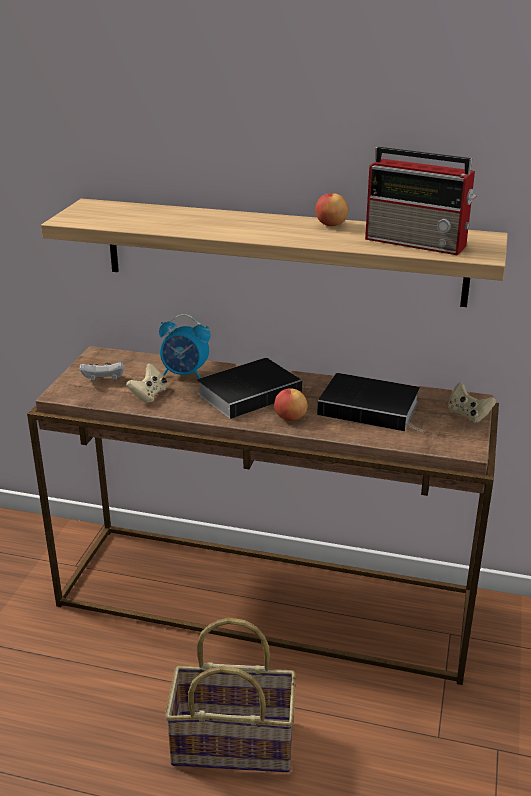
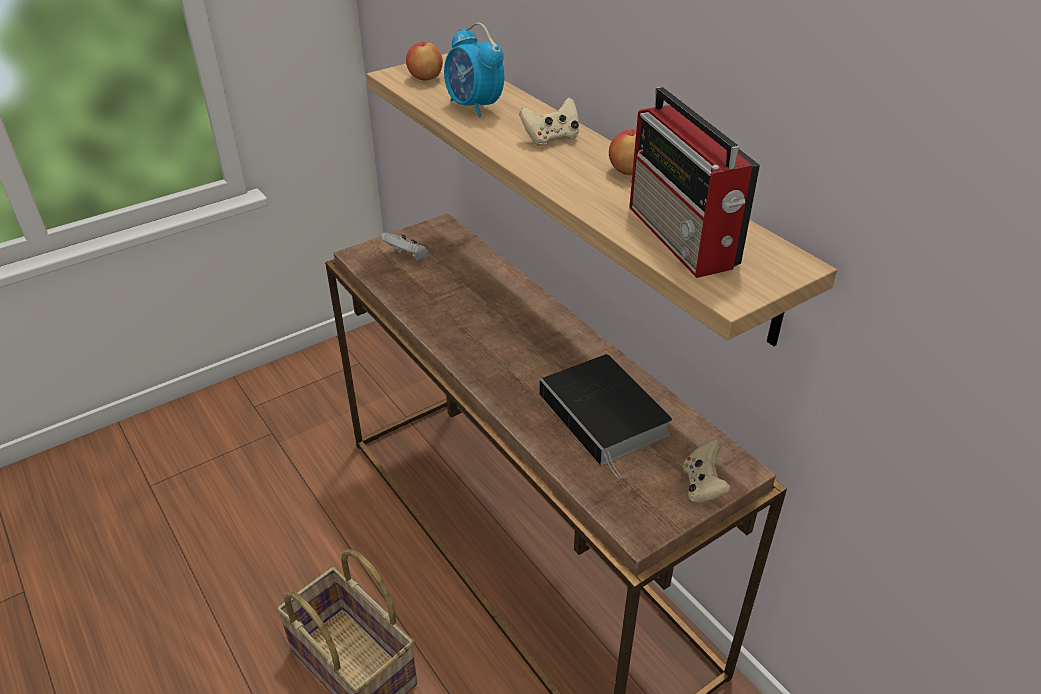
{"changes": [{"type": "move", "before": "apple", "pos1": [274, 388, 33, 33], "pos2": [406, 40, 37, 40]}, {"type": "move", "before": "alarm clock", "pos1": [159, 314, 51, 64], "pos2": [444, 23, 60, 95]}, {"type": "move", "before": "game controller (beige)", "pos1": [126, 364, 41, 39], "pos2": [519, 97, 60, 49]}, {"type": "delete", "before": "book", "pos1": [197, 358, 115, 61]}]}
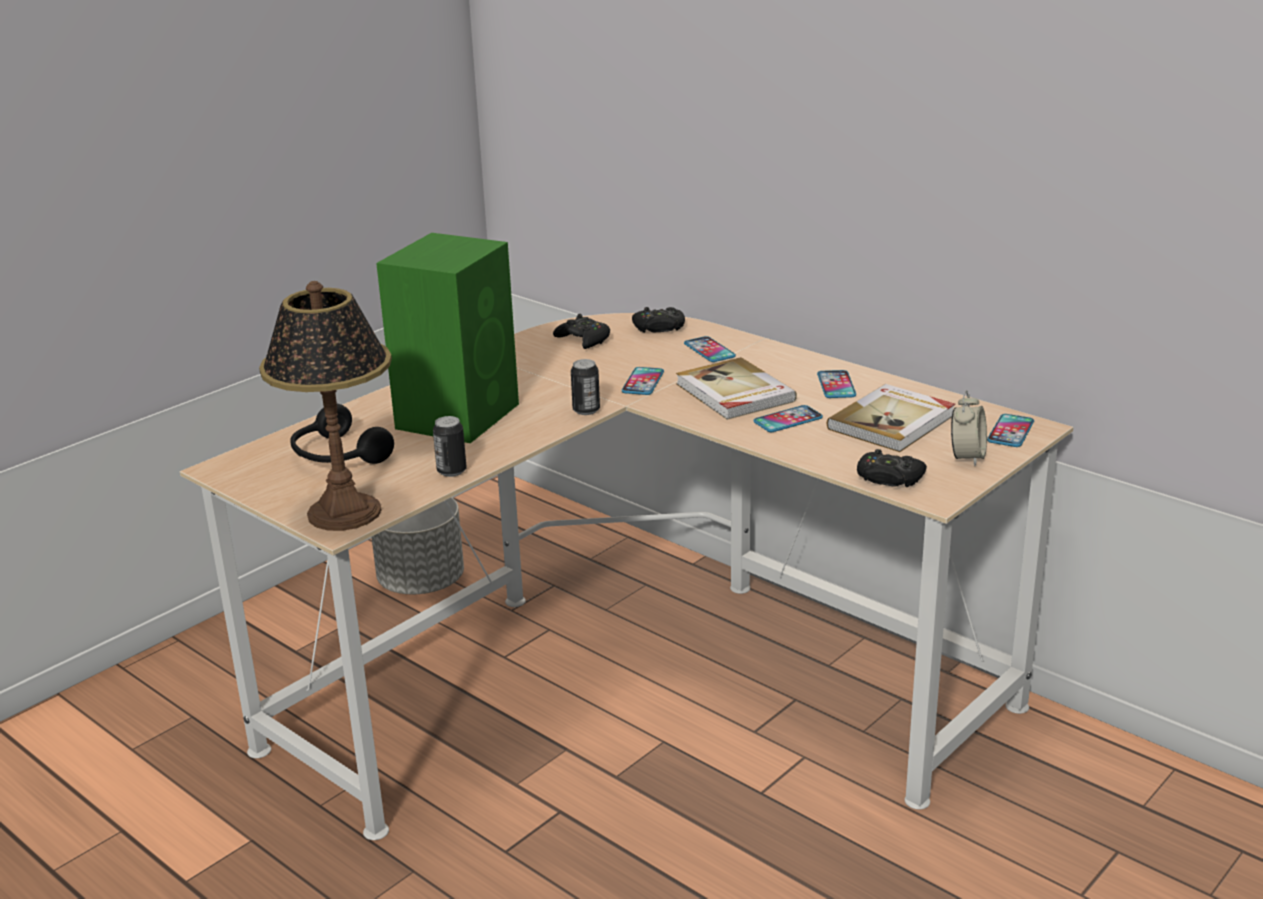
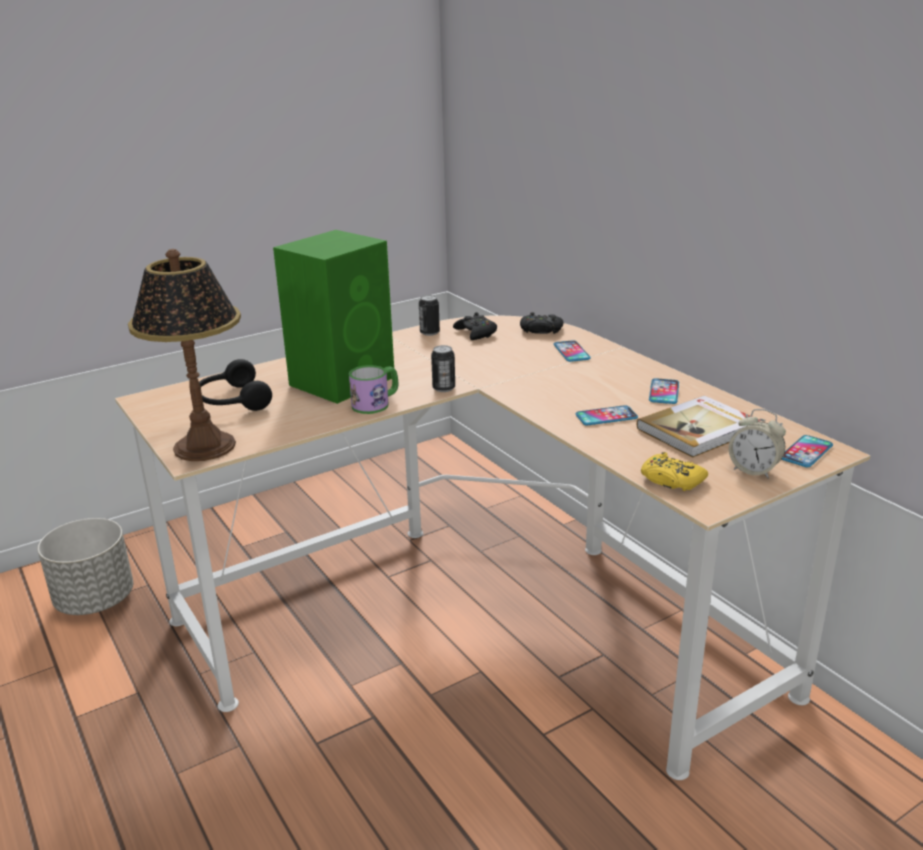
{"changes": [{"type": "move", "before": "planter (grey)", "pos1": [371, 497, 93, 97], "pos2": [38, 518, 95, 97]}, {"type": "insert", "after": "mug", "pos2": [349, 365, 49, 49]}, {"type": "move", "before": "can", "pos1": [433, 416, 34, 61], "pos2": [419, 295, 21, 41]}, {"type": "recolor", "before": "game controller (black)", "after": "game controller (yellow)", "pos1": [857, 449, 70, 38], "pos2": [641, 452, 67, 39]}, {"type": "rotate", "before": "alarm clock", "pos1": [951, 390, 36, 76], "pos2": [729, 409, 57, 70], "turn": 90}, {"type": "delete", "before": "phone", "pos1": [622, 367, 42, 28]}, {"type": "delete", "before": "book", "pos1": [676, 357, 121, 63]}]}
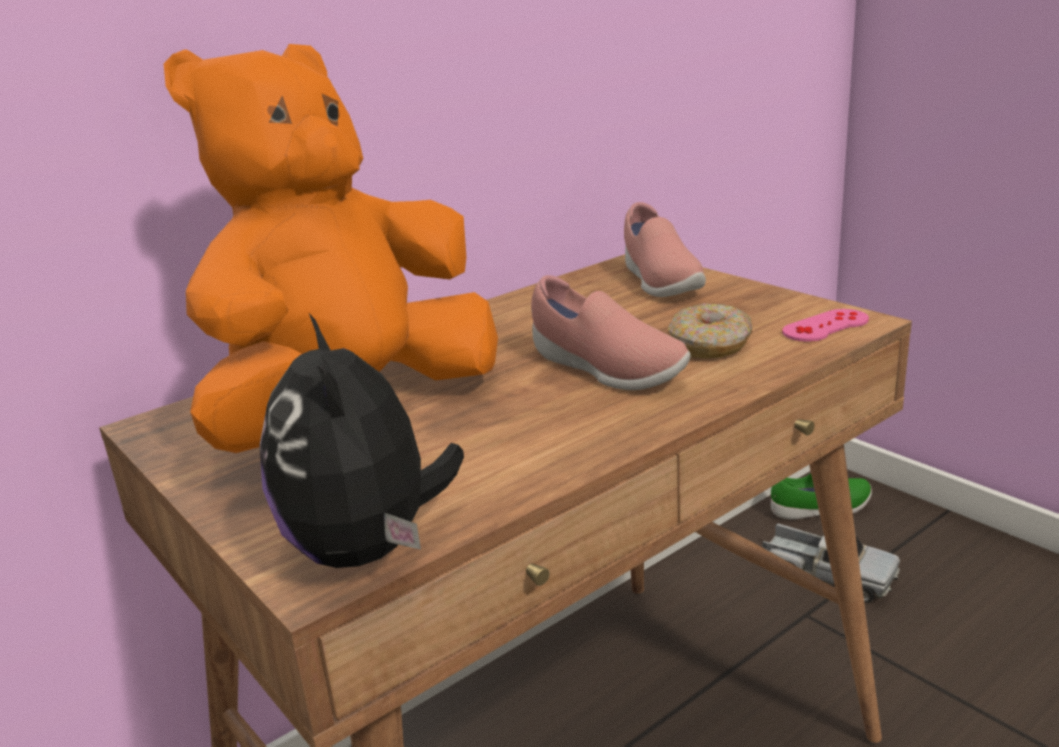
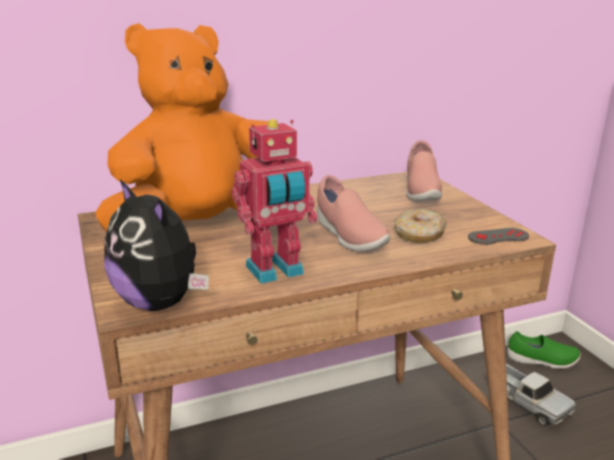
{"changes": [{"type": "rotate", "before": "plush toy", "pos1": [260, 314, 204, 254], "pos2": [104, 179, 105, 132], "turn": -45}, {"type": "insert", "after": "toy robot", "pos2": [232, 119, 85, 165]}, {"type": "recolor", "before": "game controller (pink)", "after": "game controller (grey)", "pos1": [782, 309, 87, 33], "pos2": [468, 228, 61, 17]}]}
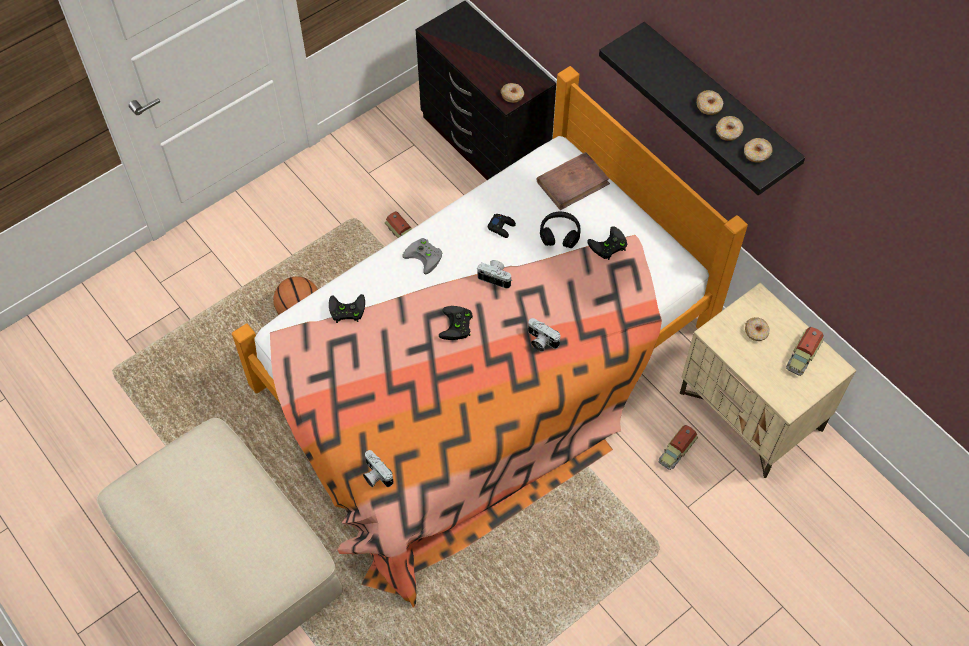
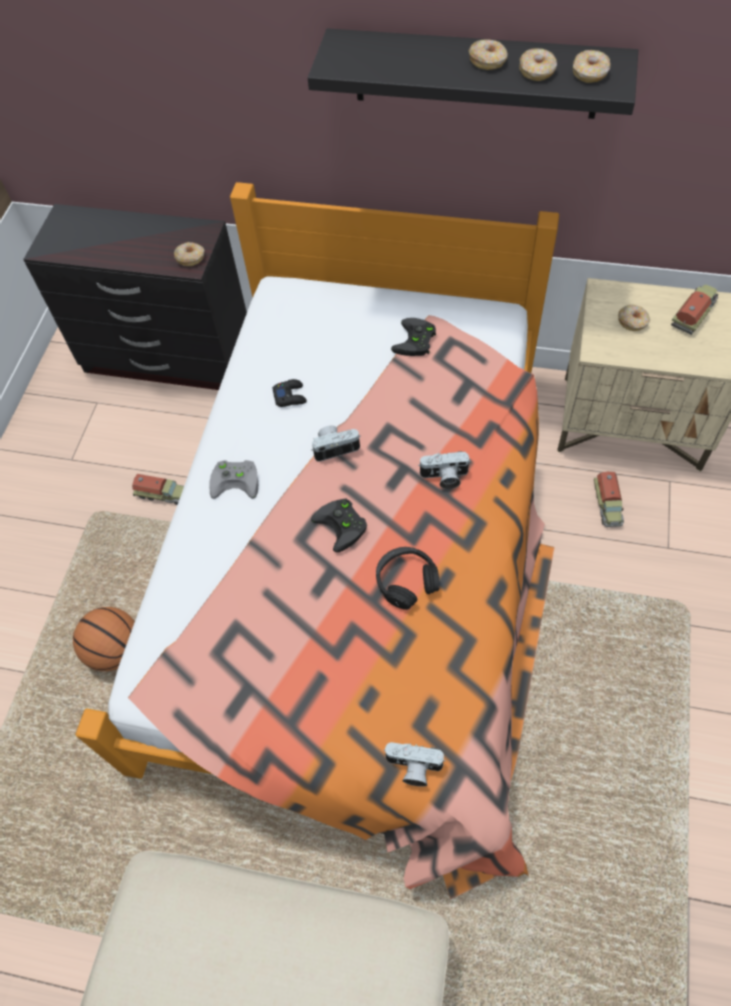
{"changes": [{"type": "move", "before": "headphones (black)", "pos1": [540, 212, 41, 36], "pos2": [376, 547, 64, 63]}, {"type": "rotate", "before": "toy truck", "pos1": [786, 327, 38, 49], "pos2": [671, 285, 48, 50], "turn": -135}, {"type": "delete", "before": "game controller (black)", "pos1": [329, 294, 36, 29]}, {"type": "delete", "before": "book (brown)", "pos1": [537, 152, 73, 58]}]}
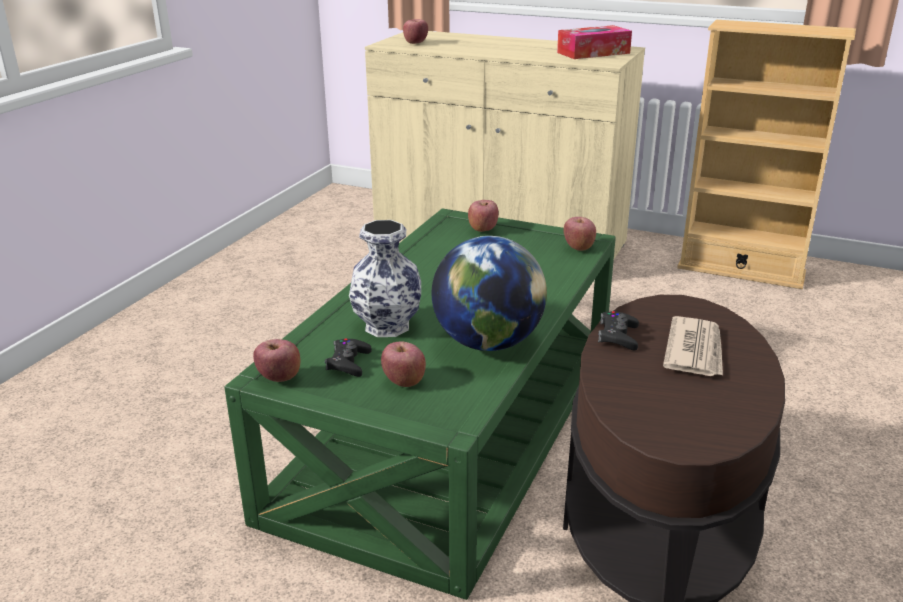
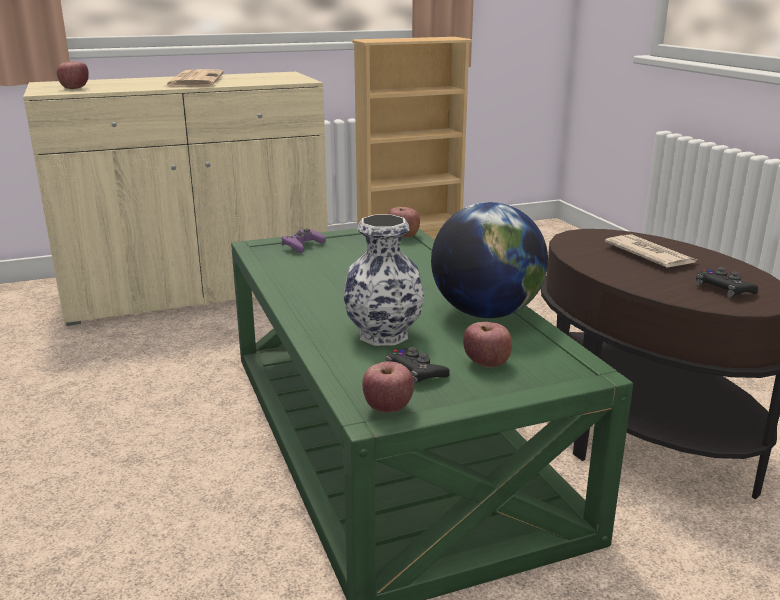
{"changes": [{"type": "insert", "after": "newspaper", "pos2": [164, 69, 60, 18]}, {"type": "replace", "before": "apple", "after": "game controller (purple)", "pos1": [468, 200, 31, 32], "pos2": [281, 229, 45, 24]}, {"type": "move", "before": "game controller (black)", "pos1": [598, 311, 41, 39], "pos2": [696, 267, 62, 31]}, {"type": "delete", "before": "tissue box", "pos1": [557, 25, 75, 34]}]}
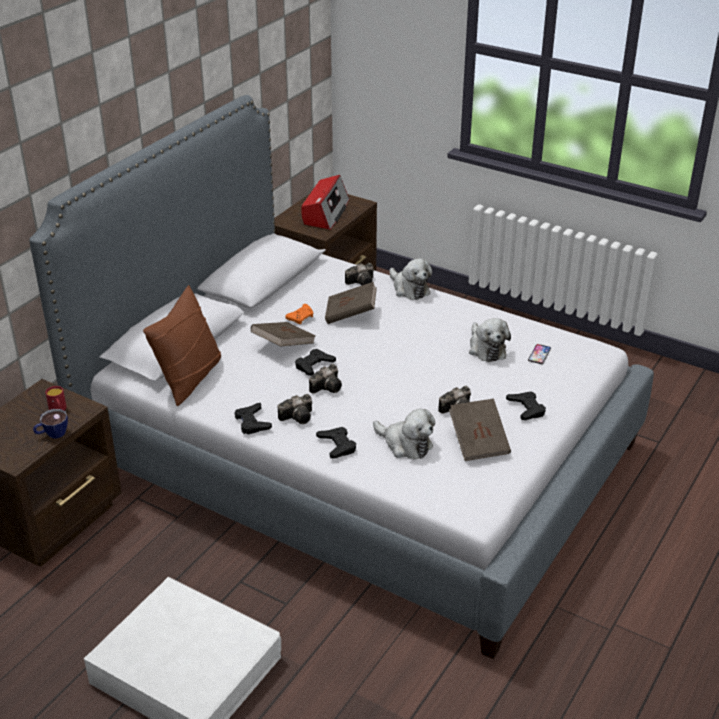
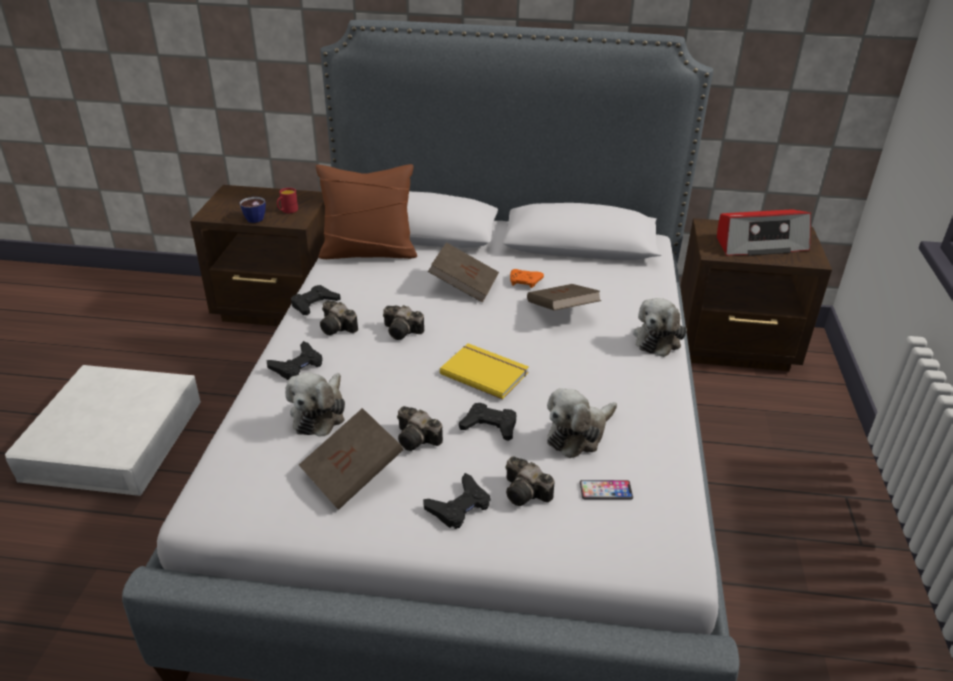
{"changes": [{"type": "insert", "after": "book (yellow)", "pos2": [440, 343, 89, 57]}, {"type": "move", "before": "game controller (black)", "pos1": [295, 349, 41, 27], "pos2": [459, 403, 57, 38]}, {"type": "move", "before": "photo camera", "pos1": [345, 263, 29, 22], "pos2": [505, 456, 50, 50]}]}
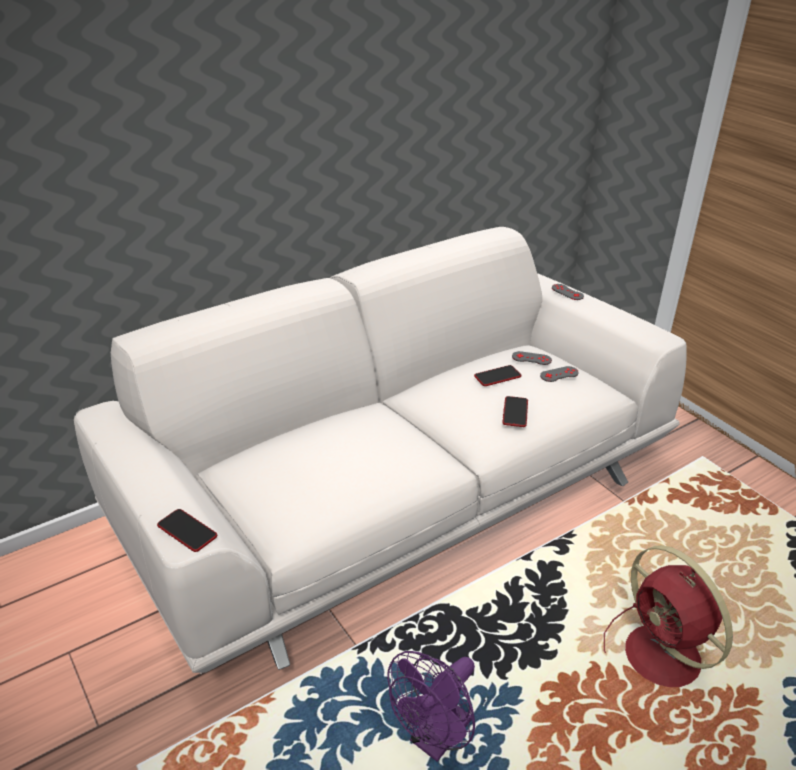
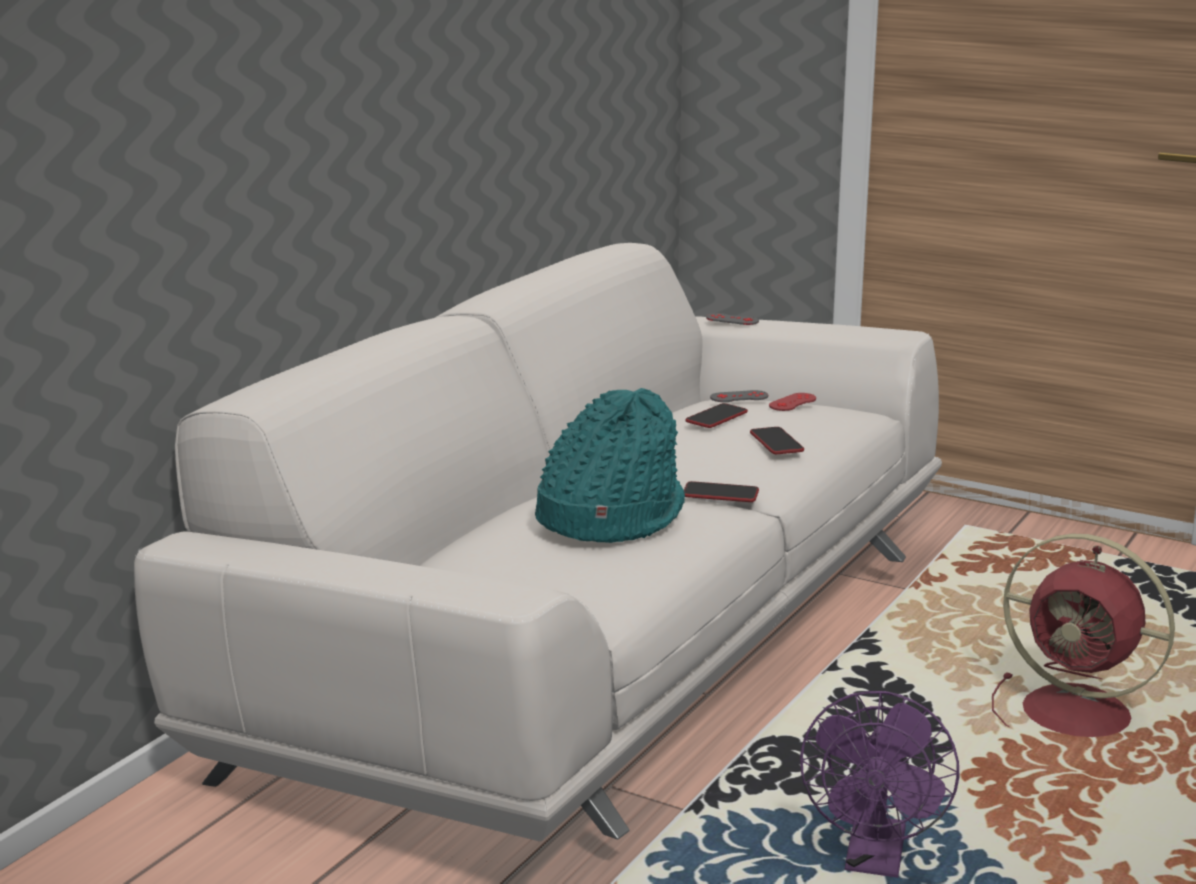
{"changes": [{"type": "insert", "after": "hat (turquoise)", "pos2": [535, 388, 150, 155]}, {"type": "move", "before": "phone", "pos1": [157, 509, 60, 43], "pos2": [684, 481, 75, 21]}, {"type": "recolor", "before": "game controller (grey)", "after": "game controller (red)", "pos1": [540, 366, 39, 16], "pos2": [769, 393, 47, 18]}]}
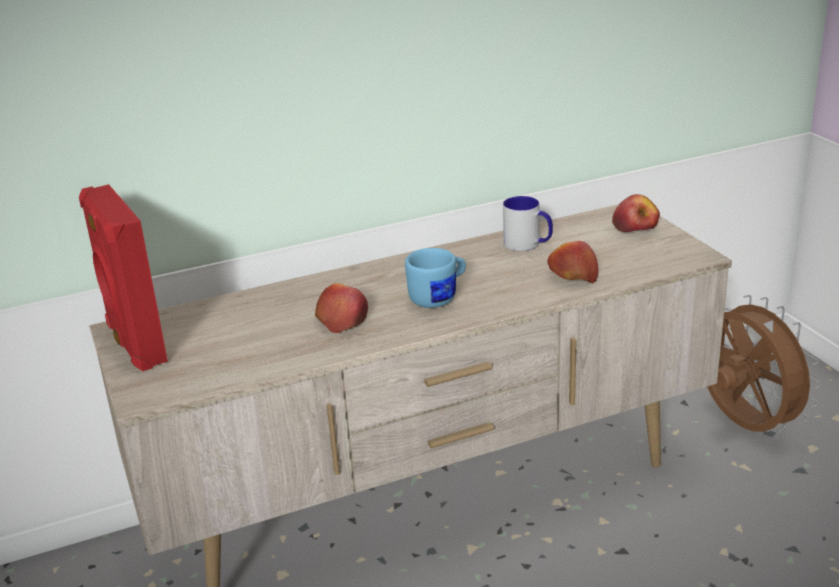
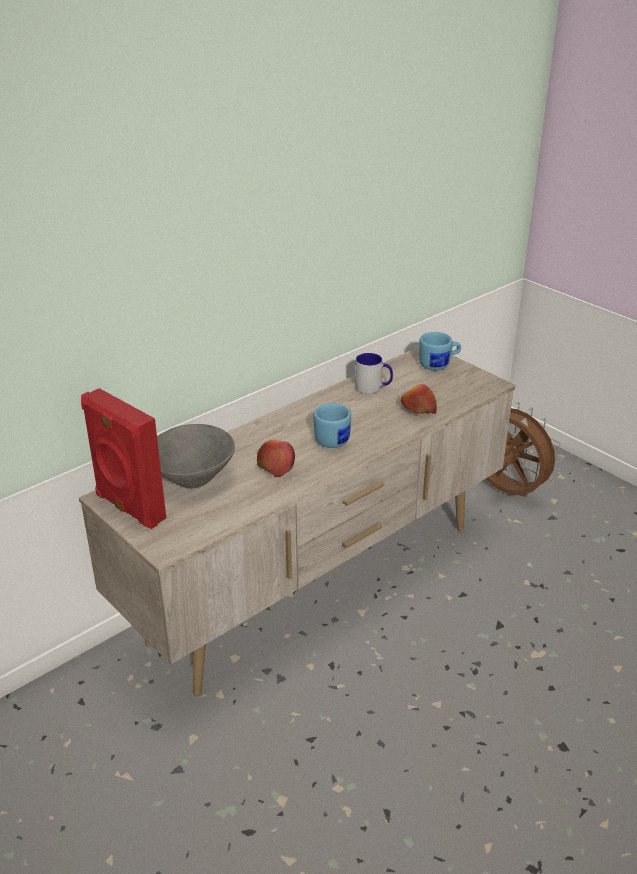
{"changes": [{"type": "insert", "after": "bowl (grey)", "pos2": [157, 424, 78, 65]}, {"type": "replace", "before": "apple", "after": "mug (blue)", "pos1": [612, 194, 48, 38], "pos2": [419, 332, 42, 38]}]}
